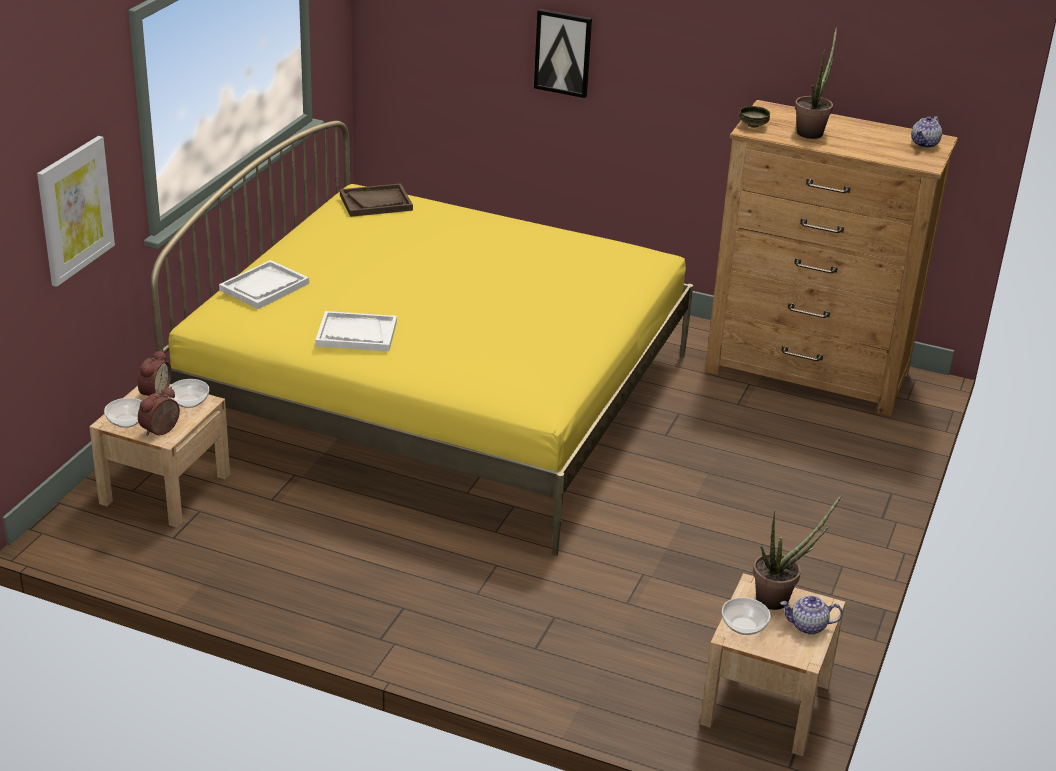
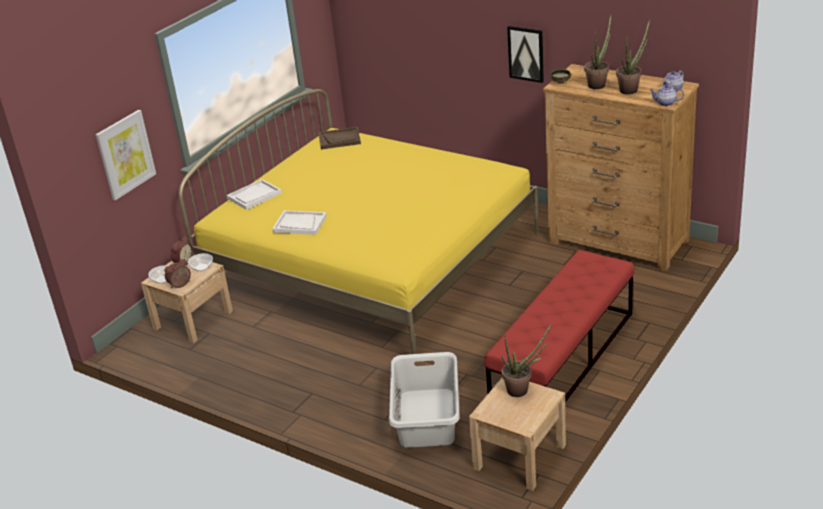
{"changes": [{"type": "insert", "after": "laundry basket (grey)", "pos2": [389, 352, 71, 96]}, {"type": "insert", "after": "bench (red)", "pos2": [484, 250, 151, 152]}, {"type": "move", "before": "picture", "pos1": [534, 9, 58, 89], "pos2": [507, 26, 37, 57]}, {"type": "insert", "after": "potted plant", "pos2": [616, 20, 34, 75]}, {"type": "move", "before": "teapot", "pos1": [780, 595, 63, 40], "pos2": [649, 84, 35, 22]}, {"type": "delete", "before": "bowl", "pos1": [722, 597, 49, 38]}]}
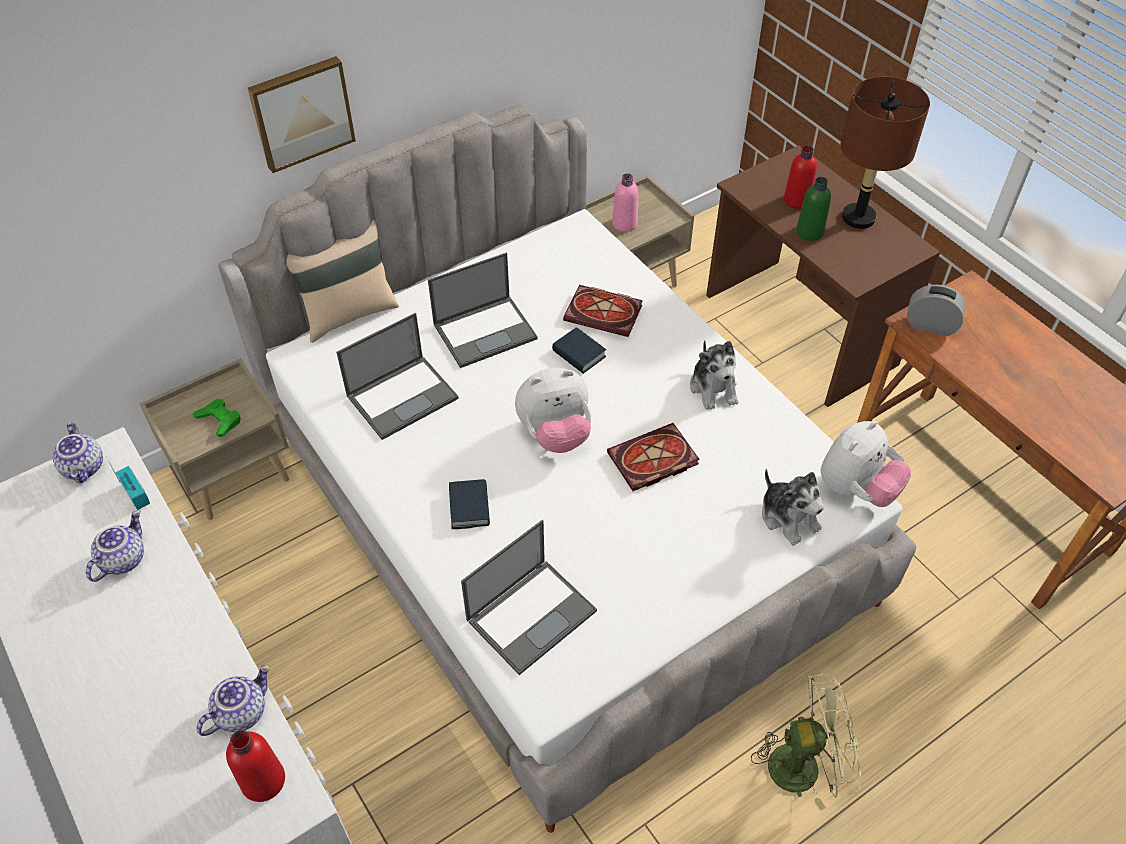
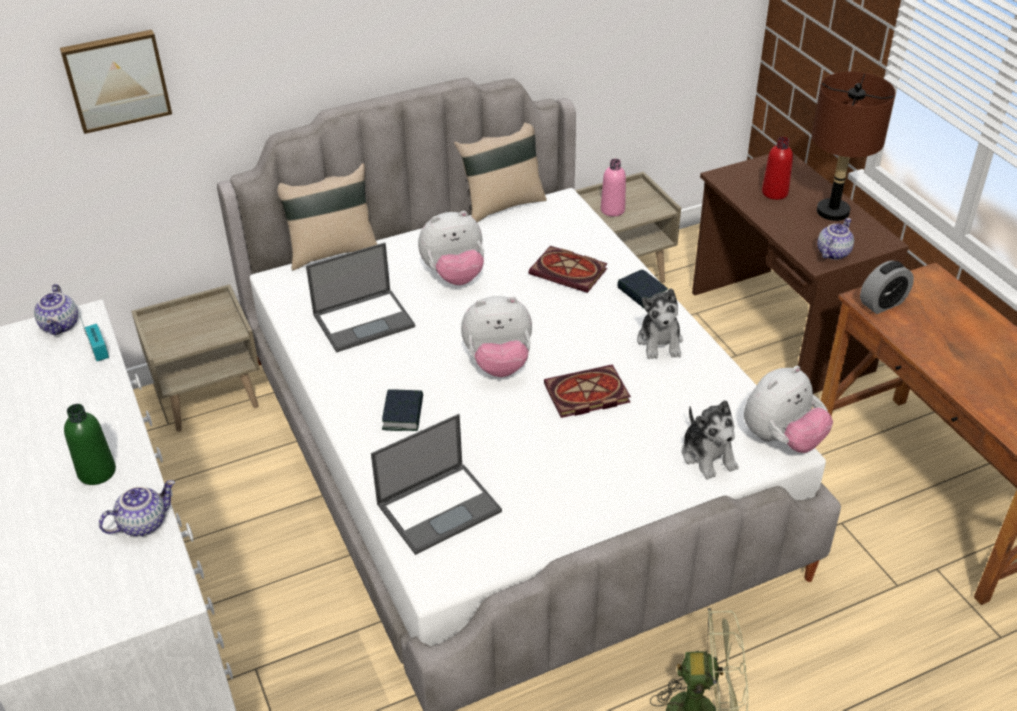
{"changes": [{"type": "move", "before": "picture", "pos1": [248, 56, 108, 117], "pos2": [60, 30, 112, 104]}, {"type": "move", "before": "bottle (green)", "pos1": [796, 177, 35, 64], "pos2": [64, 404, 52, 81]}, {"type": "replace", "before": "laptop", "after": "plush toy", "pos1": [428, 252, 110, 116], "pos2": [418, 211, 66, 74]}, {"type": "insert", "after": "pillow (beige)", "pos2": [454, 123, 93, 99]}, {"type": "move", "before": "book", "pos1": [552, 328, 54, 46], "pos2": [617, 269, 51, 39]}, {"type": "move", "before": "teapot", "pos1": [86, 510, 58, 72], "pos2": [817, 218, 37, 42]}, {"type": "rotate", "before": "alarm clock", "pos1": [907, 285, 59, 51], "pos2": [860, 261, 54, 53], "turn": 120}, {"type": "delete", "before": "game controller (green)", "pos1": [193, 399, 48, 38]}, {"type": "delete", "before": "bottle (red)", "pos1": [226, 730, 59, 72]}]}
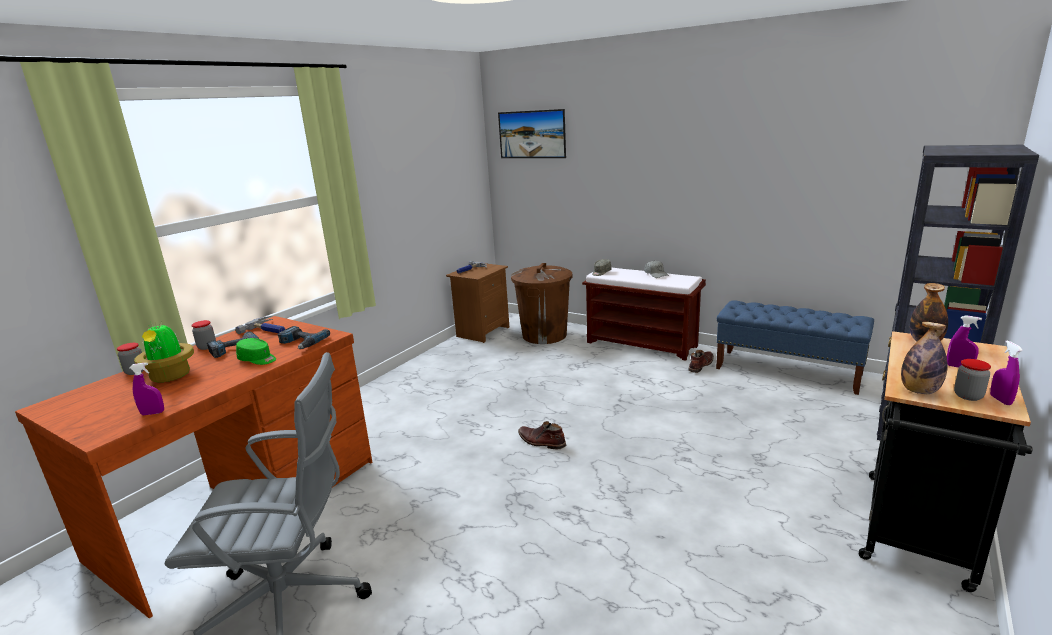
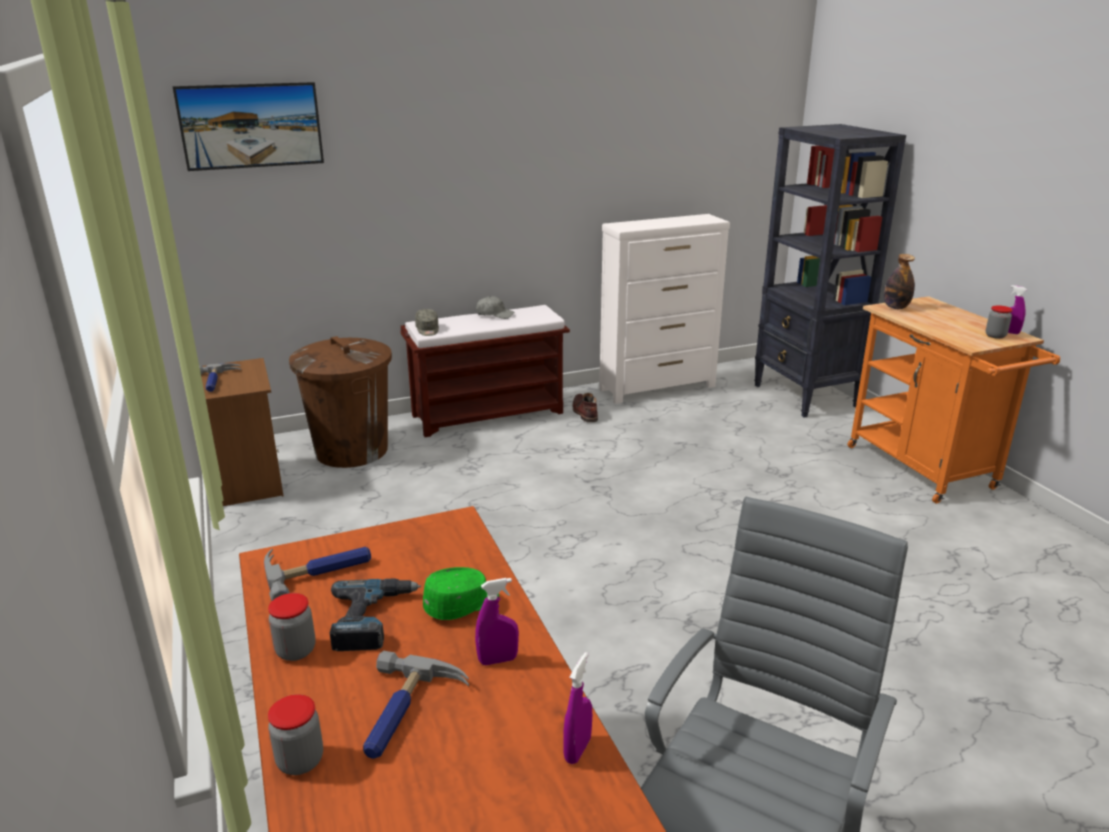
{"changes": [{"type": "replace", "before": "potted plant", "after": "hammer", "pos1": [134, 321, 60, 61], "pos2": [363, 651, 106, 108]}, {"type": "move", "before": "spray bottle (purple)", "pos1": [947, 315, 35, 53], "pos2": [475, 578, 44, 87]}, {"type": "replace", "before": "bench (blue)", "after": "dresser (white)", "pos1": [716, 301, 158, 94], "pos2": [599, 214, 131, 190]}, {"type": "recolor", "before": "cart (black)", "after": "cart (orange)", "pos1": [859, 331, 174, 261], "pos2": [847, 296, 213, 208]}, {"type": "delete", "before": "power drill", "pos1": [277, 326, 53, 23]}, {"type": "delete", "before": "boot (brown)", "pos1": [518, 421, 48, 28]}, {"type": "delete", "before": "bottle", "pos1": [901, 322, 47, 72]}]}
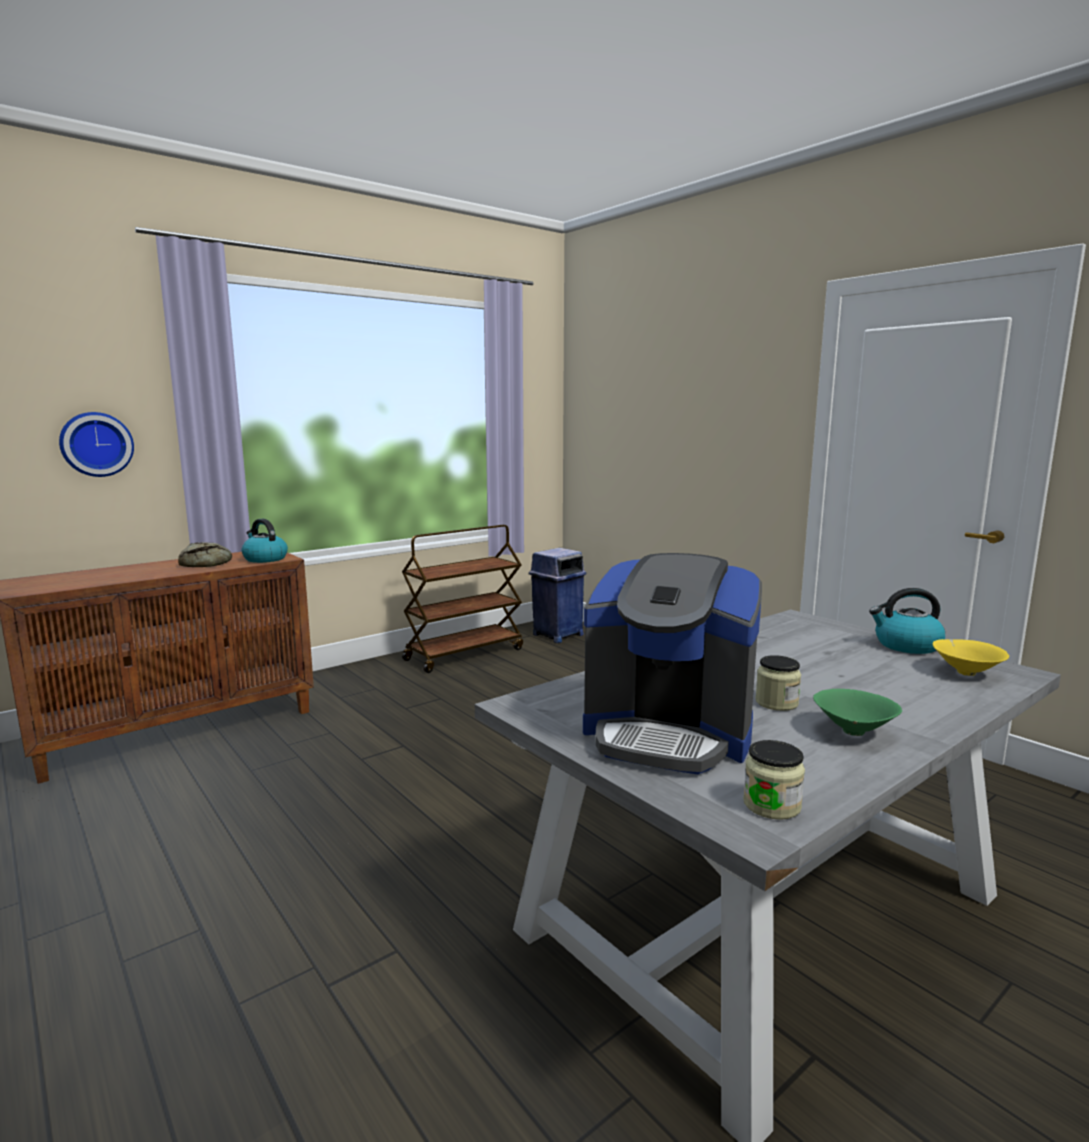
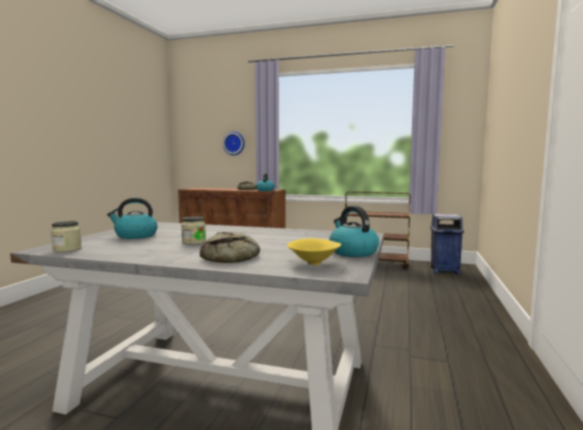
{"changes": [{"type": "replace", "before": "coffee machine", "after": "kettle", "pos1": [583, 553, 179, 221], "pos2": [107, 198, 51, 41]}, {"type": "insert", "after": "bread", "pos2": [200, 232, 60, 31]}, {"type": "delete", "before": "bowl (green)", "pos1": [813, 689, 89, 47]}]}
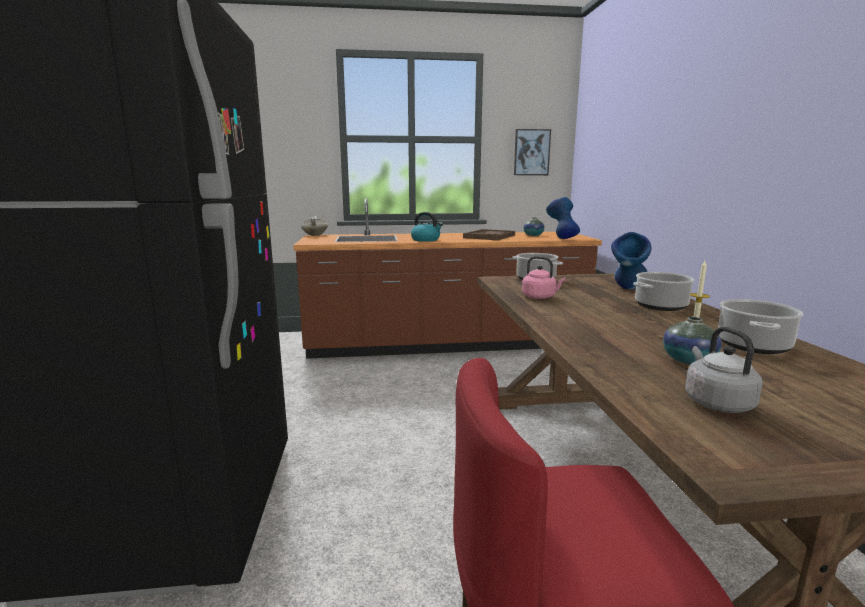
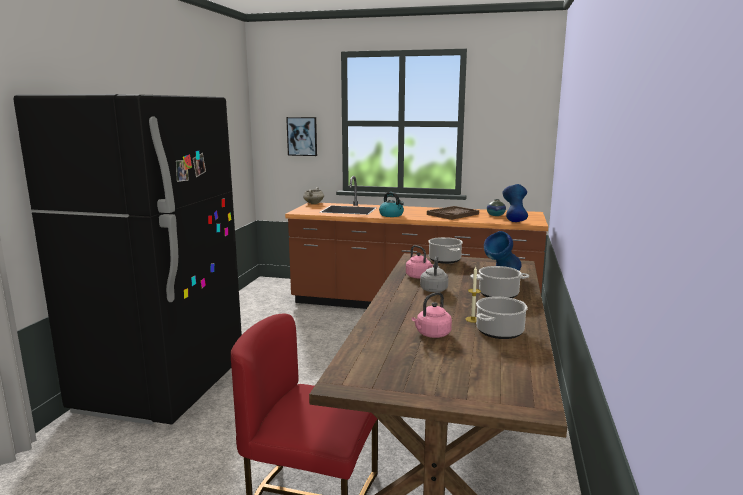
{"changes": [{"type": "move", "before": "picture", "pos1": [514, 129, 37, 46], "pos2": [286, 117, 31, 39]}, {"type": "replace", "before": "vase", "after": "kettle (pink)", "pos1": [663, 317, 59, 48], "pos2": [411, 292, 41, 46]}, {"type": "move", "before": "kettle (grey)", "pos1": [685, 326, 77, 87], "pos2": [420, 256, 29, 36]}]}
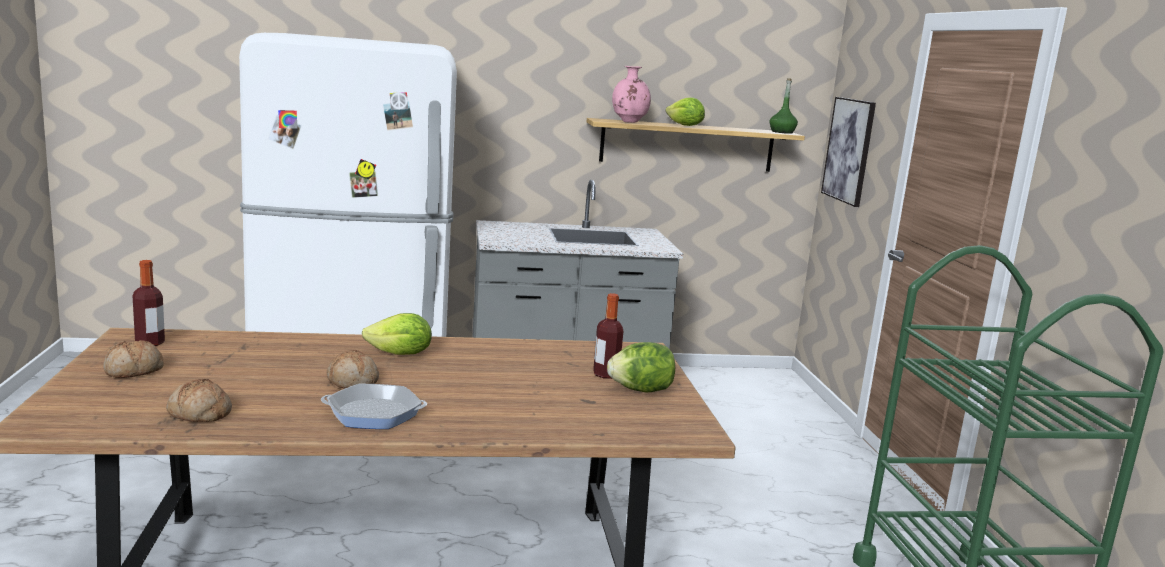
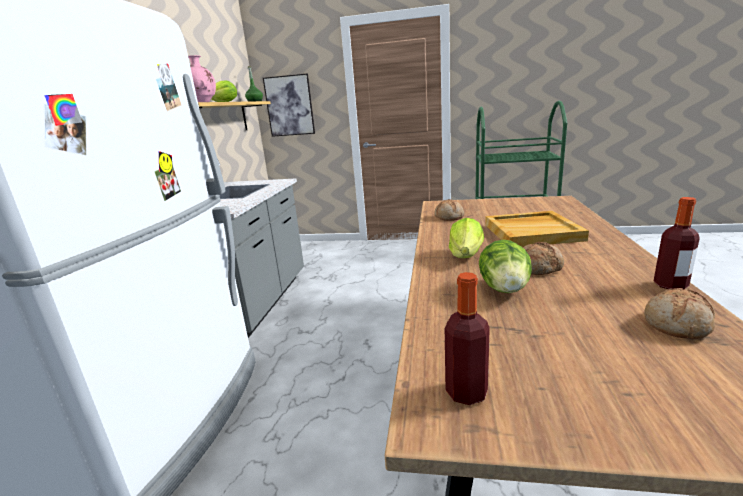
{"changes": [{"type": "move", "before": "bread", "pos1": [103, 340, 61, 38], "pos2": [434, 199, 30, 22]}, {"type": "move", "before": "lettuce", "pos1": [607, 342, 68, 50], "pos2": [479, 240, 53, 53]}, {"type": "insert", "after": "tray (beige)", "pos2": [485, 211, 104, 36]}, {"type": "move", "before": "bottle", "pos1": [593, 293, 30, 86], "pos2": [654, 197, 46, 93]}, {"type": "delete", "before": "frying pan", "pos1": [321, 384, 106, 45]}]}
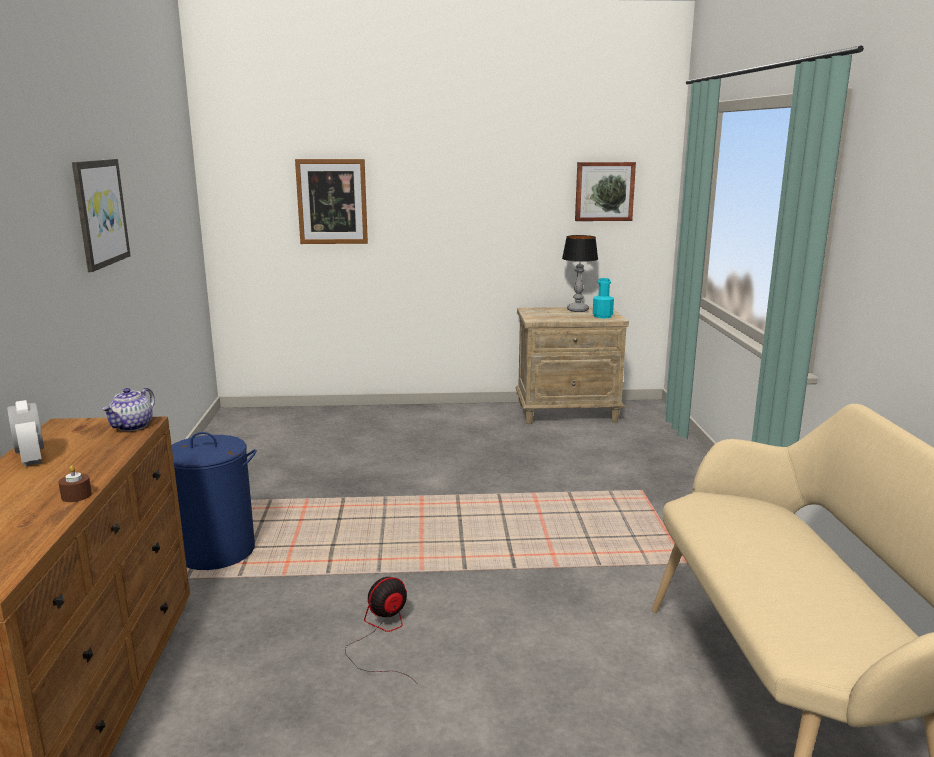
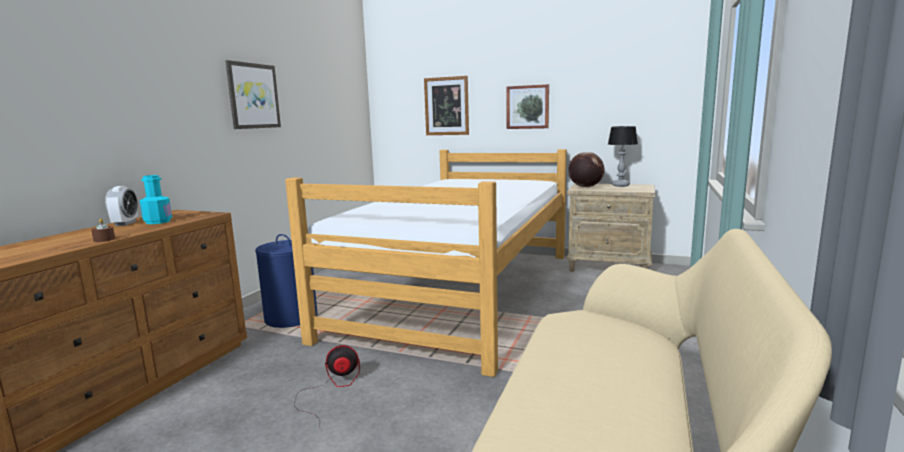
{"changes": [{"type": "move", "before": "bottle (turquoise)", "pos1": [593, 278, 21, 40], "pos2": [140, 175, 32, 49]}, {"type": "insert", "after": "bed", "pos2": [285, 149, 282, 228]}, {"type": "move", "before": "picture", "pos1": [575, 162, 61, 59], "pos2": [506, 84, 43, 45]}, {"type": "insert", "after": "globe", "pos2": [568, 152, 37, 35]}, {"type": "delete", "before": "teapot", "pos1": [102, 388, 53, 43]}]}
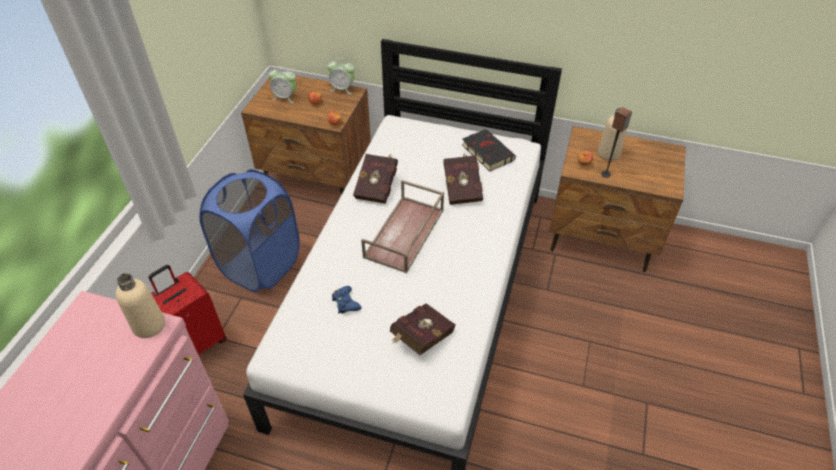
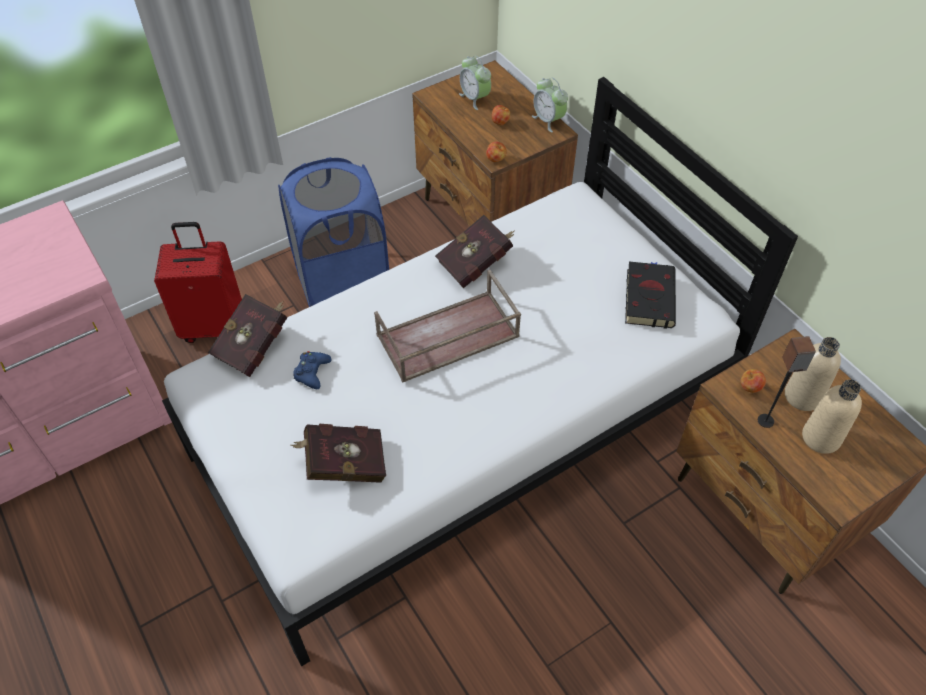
{"changes": [{"type": "move", "before": "book (red)", "pos1": [443, 153, 40, 52], "pos2": [208, 294, 79, 83]}, {"type": "move", "before": "bottle (beige)", "pos1": [116, 273, 49, 65], "pos2": [802, 379, 60, 75]}]}
